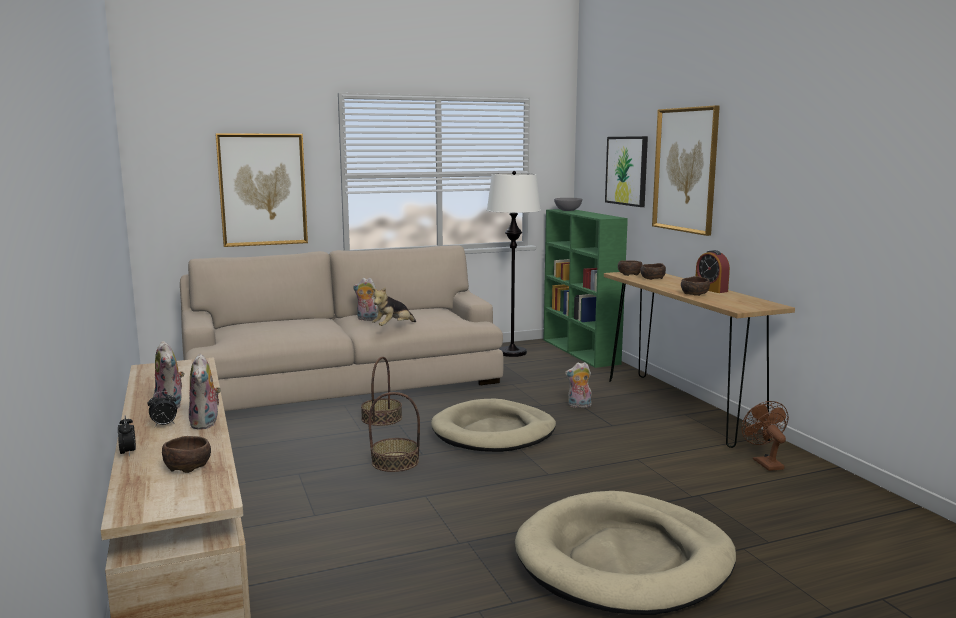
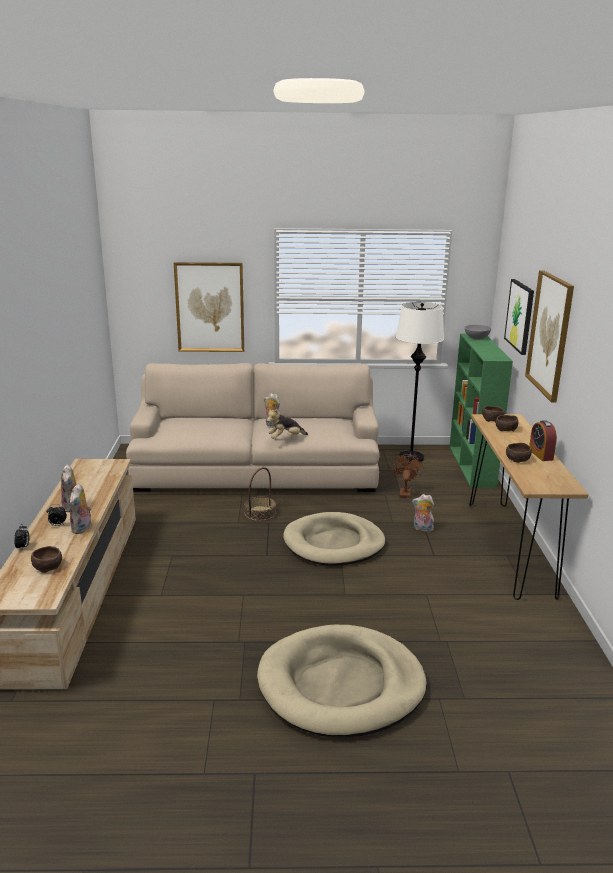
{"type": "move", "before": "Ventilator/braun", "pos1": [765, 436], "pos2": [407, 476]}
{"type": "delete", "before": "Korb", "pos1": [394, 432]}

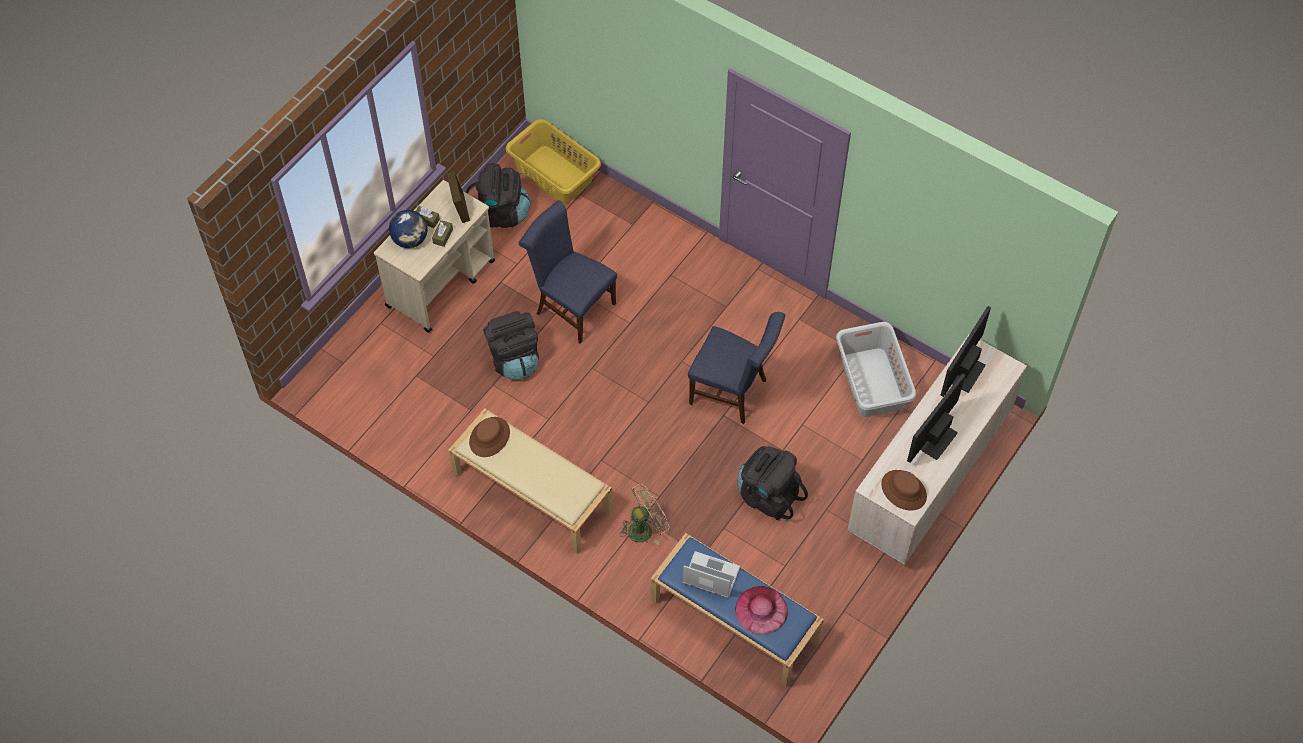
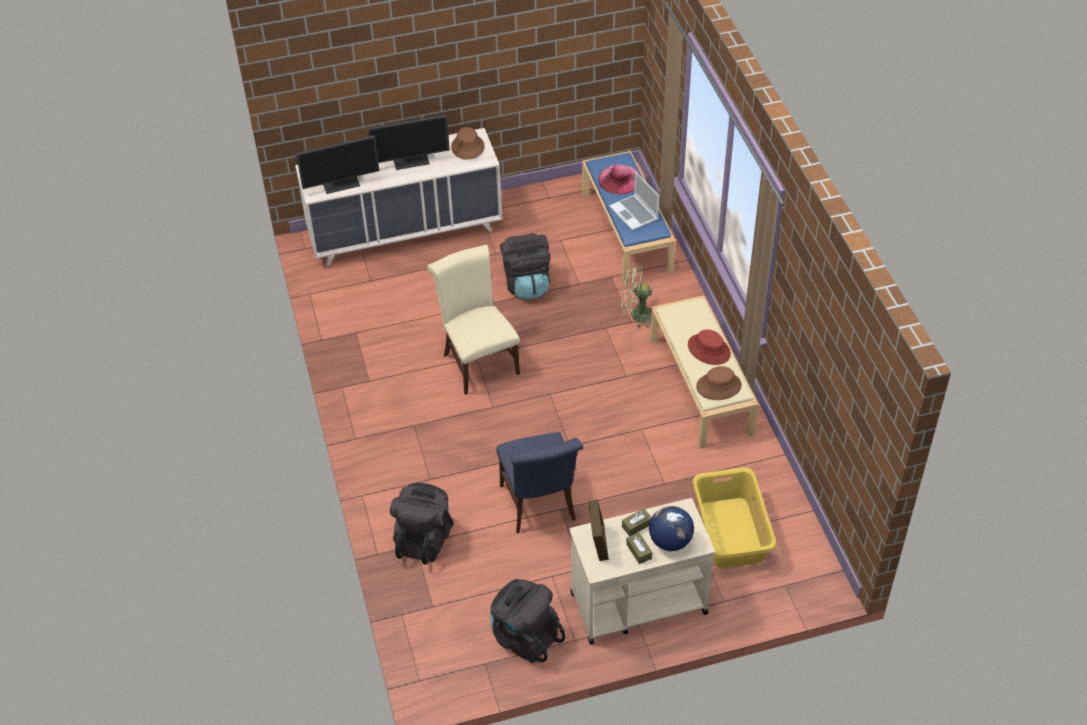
{"type": "move", "before": "Rucksack/schwarz", "pos1": [511, 345], "pos2": [422, 524]}
{"type": "recolor", "before": "Stuhl/blau", "after": "Stuhl/beige", "pos1": [736, 368], "pos2": [473, 320]}
{"type": "rotate", "before": "Bilderrahmen", "pos1": [458, 197], "pos2": [598, 530], "turn": 150}
{"type": "insert", "after": "Hut/rot", "pos2": [709, 347]}
{"type": "move", "before": "Wäschekorb/gelb", "pos1": [553, 161], "pos2": [734, 517]}
{"type": "delete", "before": "Wäschekorb/grau", "pos1": [876, 369]}

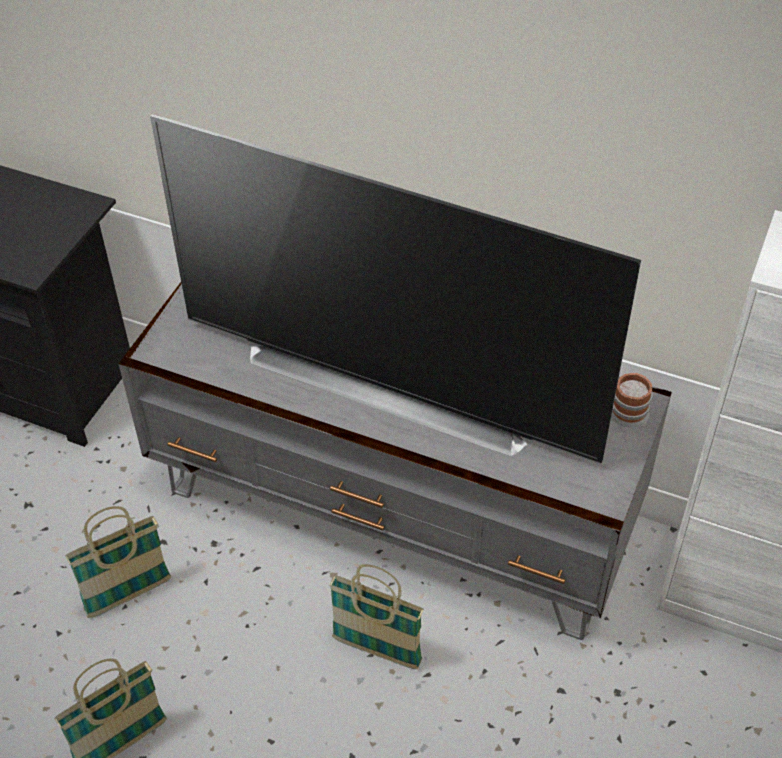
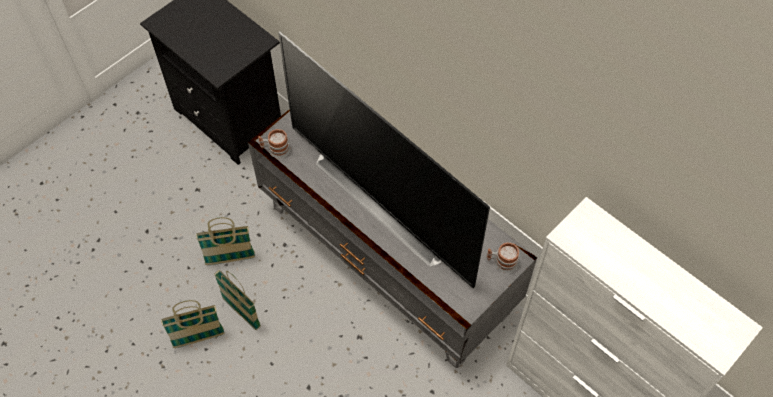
{"type": "move", "before": "Korb", "pos1": [376, 616], "pos2": [237, 300]}
{"type": "insert", "after": "Henkelbecher", "pos2": [274, 143]}

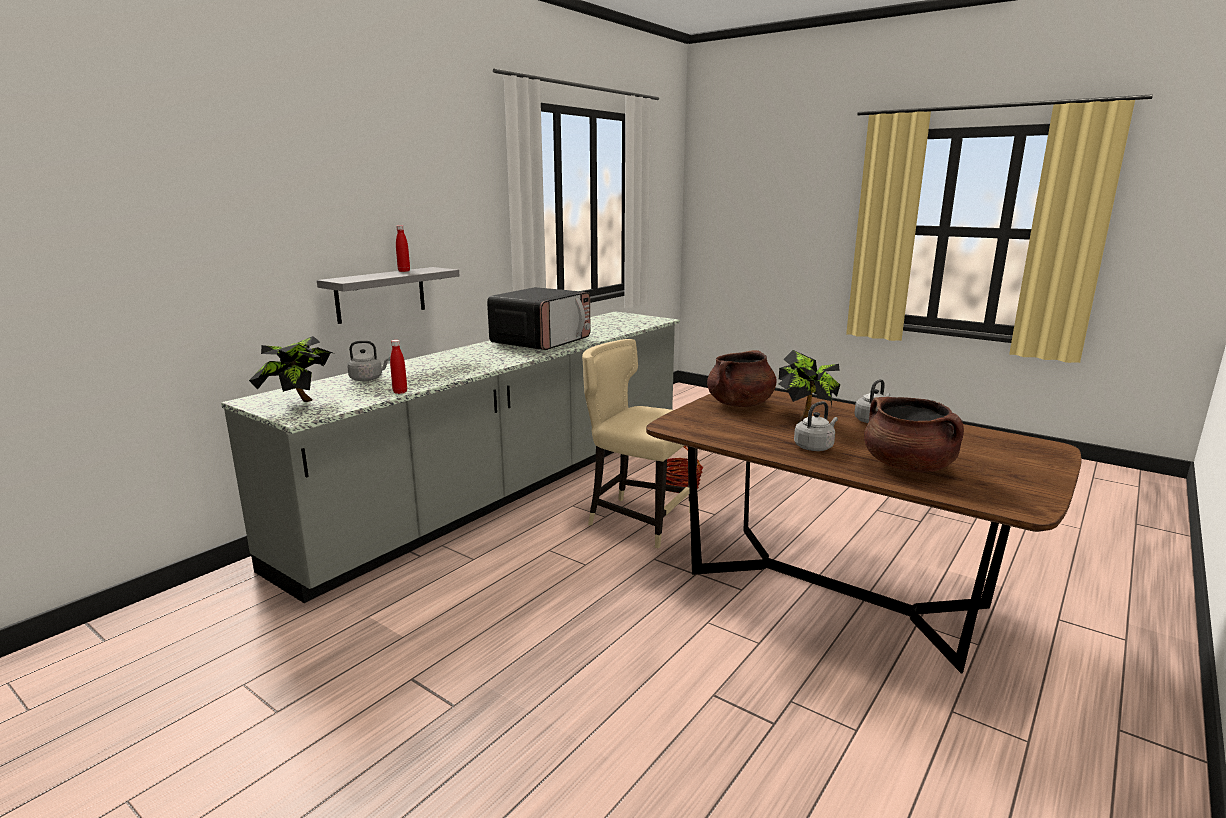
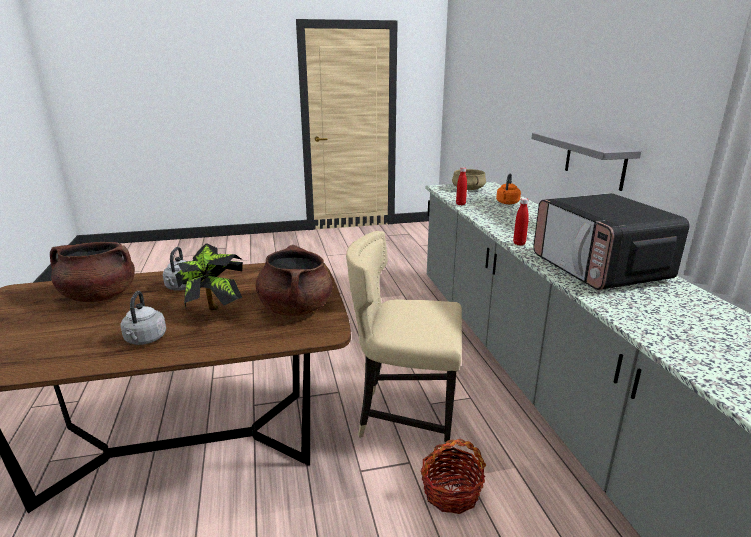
{"type": "rotate", "before": "Stuhl/beige", "pos1": [640, 443], "pos2": [404, 342], "turn": -150}
{"type": "replace", "before": "Topfpflanze", "after": "Kochtopf/beige", "pos1": [291, 369], "pos2": [469, 179]}
{"type": "recolor", "before": "Wasserkessel/grau", "after": "Wasserkessel/orange", "pos1": [368, 361], "pos2": [508, 188]}
{"type": "move", "before": "Flasche/rot", "pos1": [403, 248], "pos2": [521, 221]}

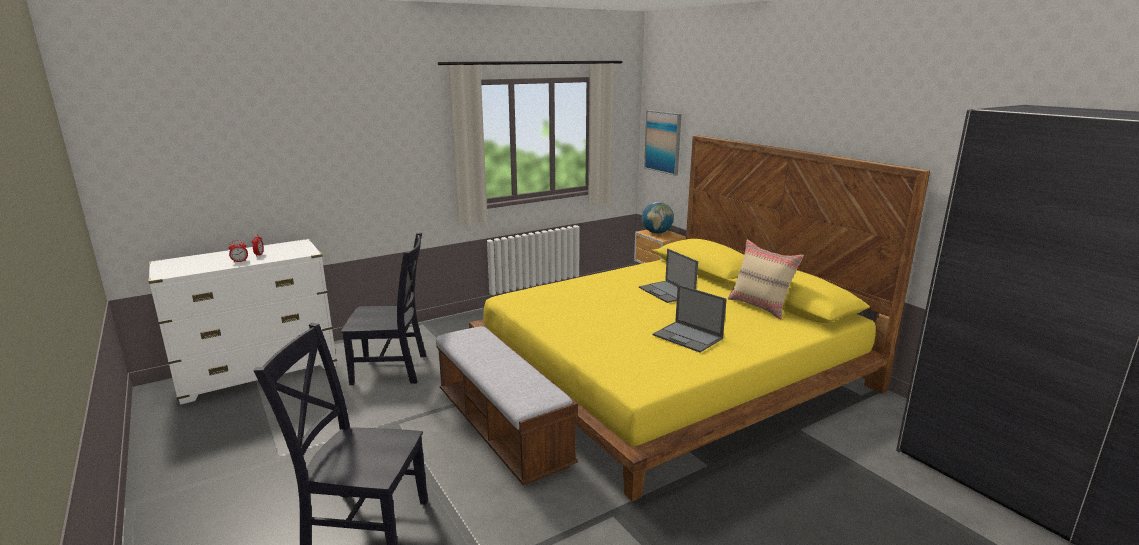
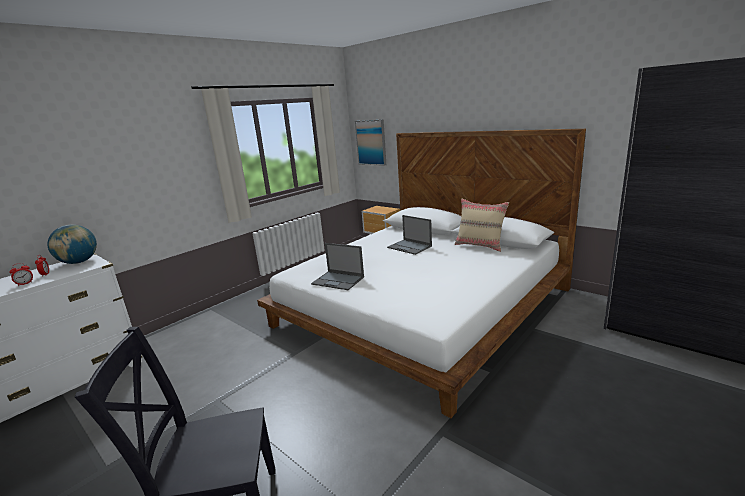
{"type": "move", "before": "Globus", "pos1": [658, 218], "pos2": [72, 244]}
{"type": "recolor", "before": "Bett/gelb", "after": "Bett/weiß", "pos1": [699, 318], "pos2": [421, 273]}
{"type": "move", "before": "Laptop", "pos1": [690, 318], "pos2": [337, 266]}
{"type": "delete", "before": "Stuhl/schwarz", "pos1": [383, 309]}
{"type": "delete", "before": "Bank", "pos1": [507, 406]}

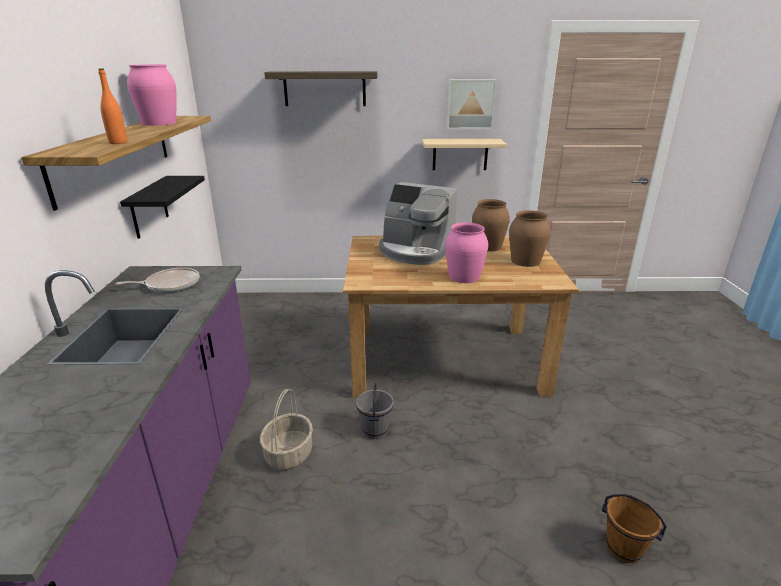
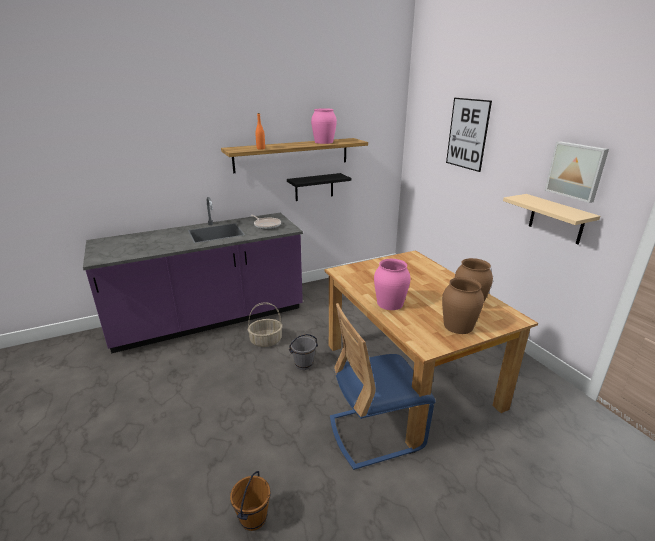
{"type": "insert", "after": "Stuhl/blau", "pos2": [383, 386]}
{"type": "replace", "before": "Wandregal", "after": "Bild", "pos1": [321, 88], "pos2": [469, 135]}
{"type": "delete", "before": "Kaffeemaschine", "pos1": [418, 223]}

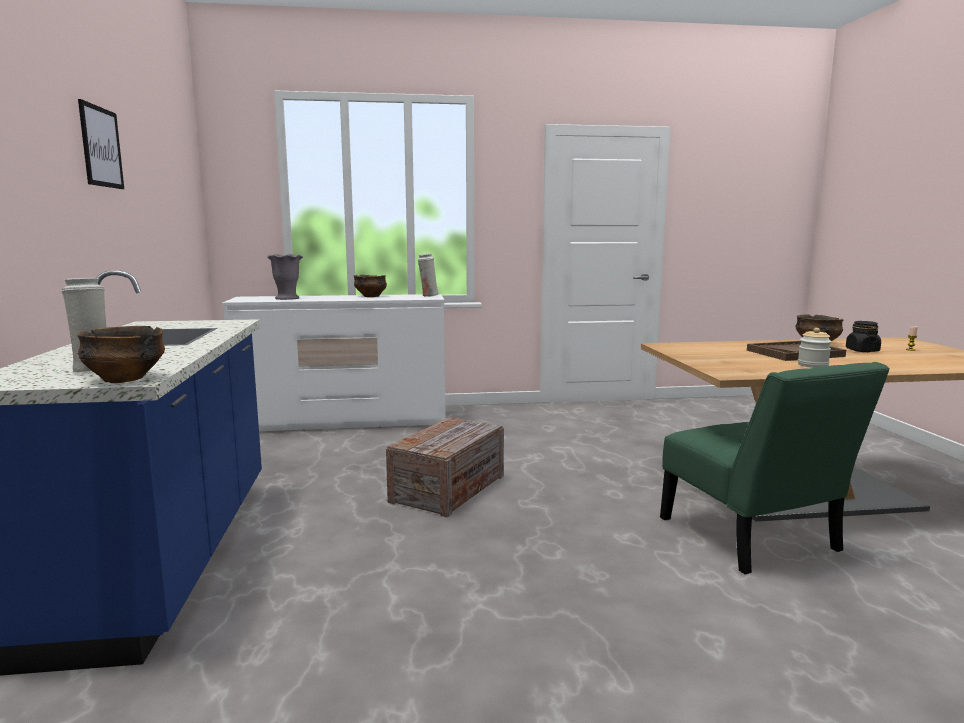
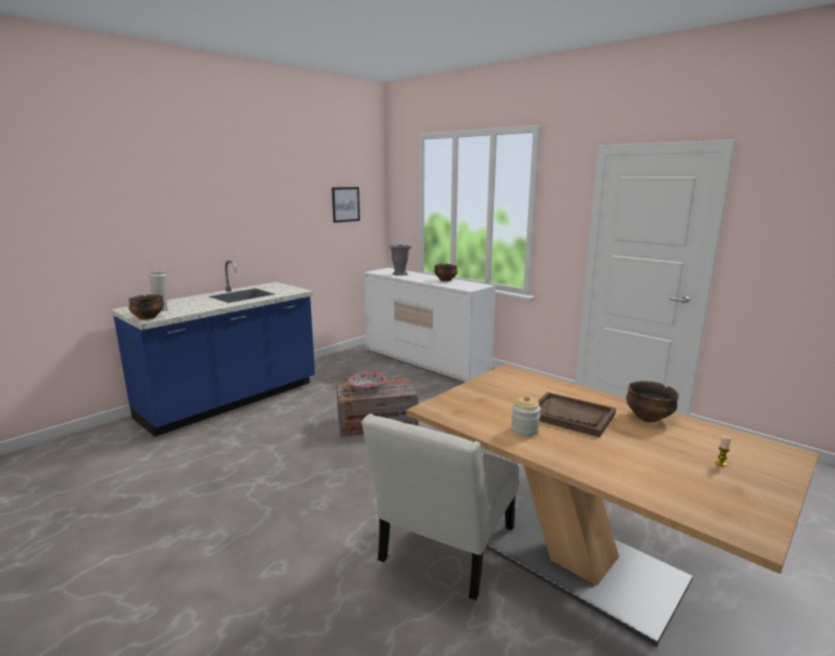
{"type": "move", "before": "Bild", "pos1": [101, 144], "pos2": [346, 205]}
{"type": "insert", "after": "Schüssel", "pos2": [367, 381]}
{"type": "recolor", "before": "Stuhl/grün", "after": "Stuhl/weiß", "pos1": [775, 468], "pos2": [440, 507]}
{"type": "delete", "before": "Vase/weiß", "pos1": [428, 275]}
{"type": "delete", "before": "Vorratsglas/schwarz", "pos1": [863, 336]}

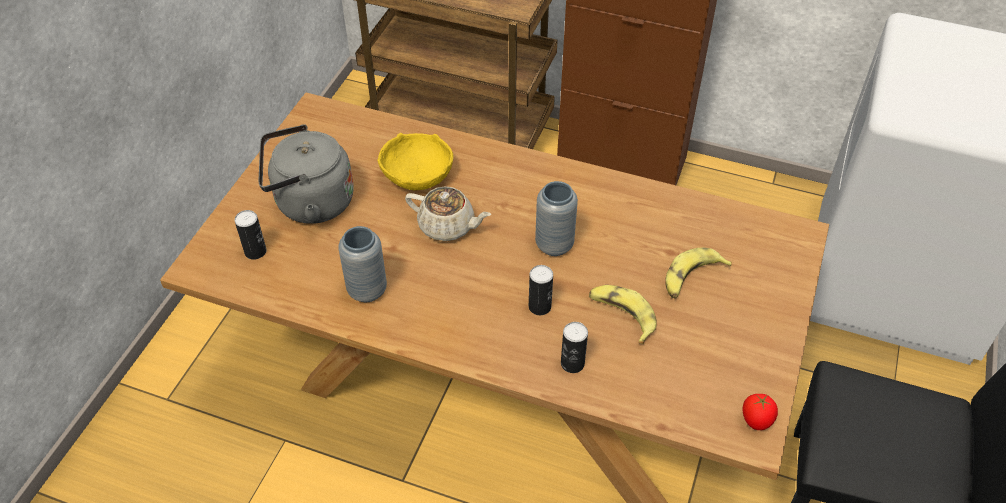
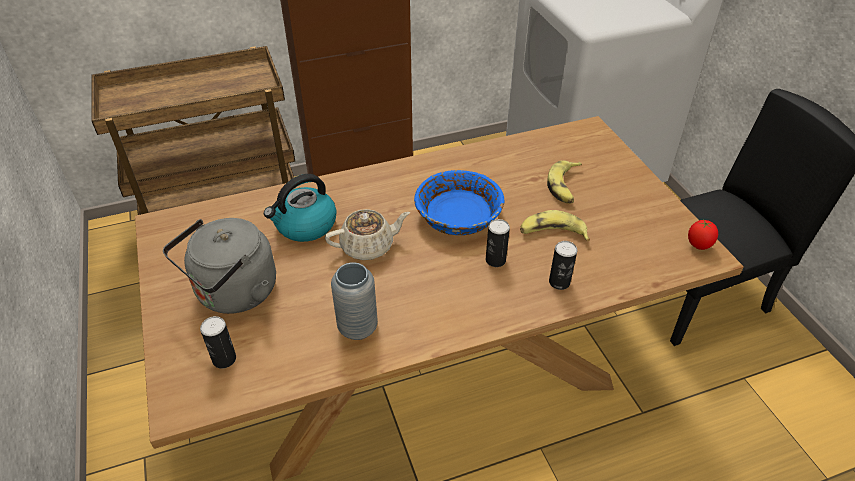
{"type": "replace", "before": "Schüssel/gelb", "after": "Wasserkessel", "pos1": [415, 161], "pos2": [300, 208]}
{"type": "replace", "before": "Vase/grau", "after": "Schüssel/blau", "pos1": [556, 218], "pos2": [459, 202]}

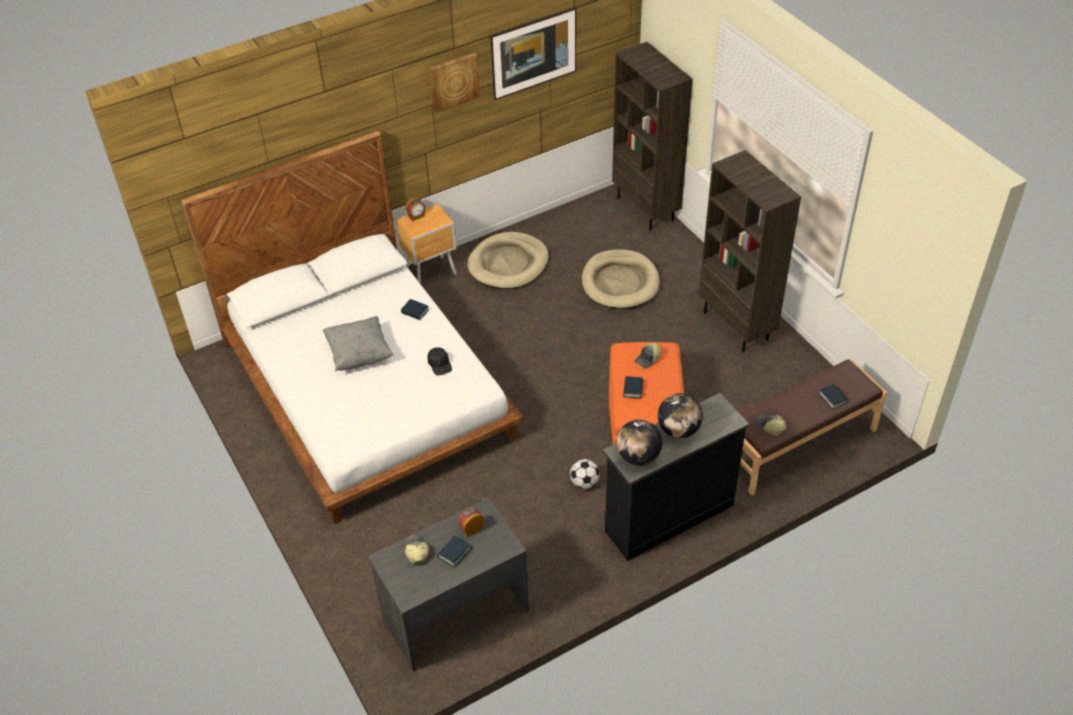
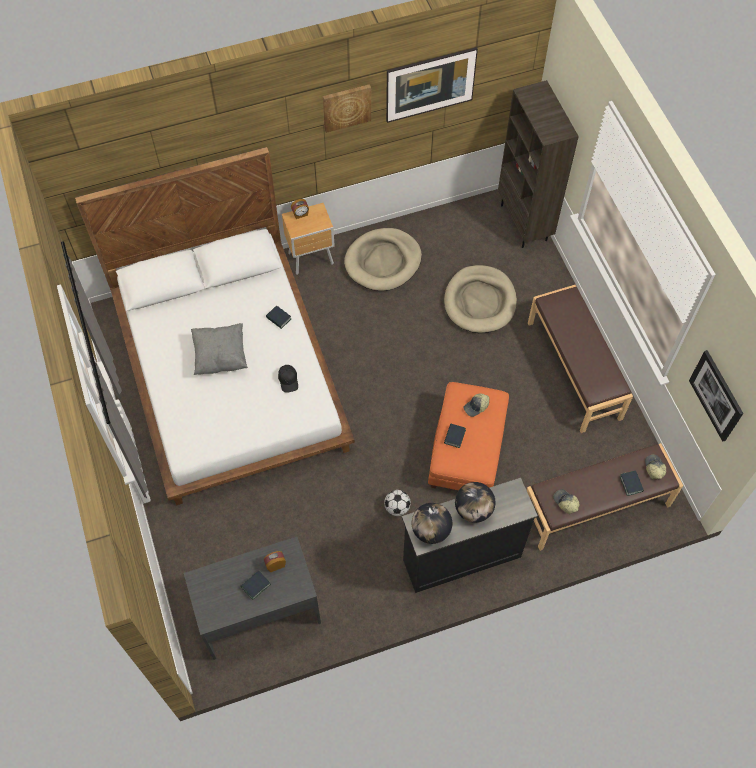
{"type": "replace", "before": "Bücherregal/braun", "after": "Bank/braun", "pos1": [750, 251], "pos2": [580, 359]}
{"type": "move", "before": "Kappe", "pos1": [416, 549], "pos2": [655, 467]}
{"type": "insert", "after": "Bild", "pos2": [716, 396]}

